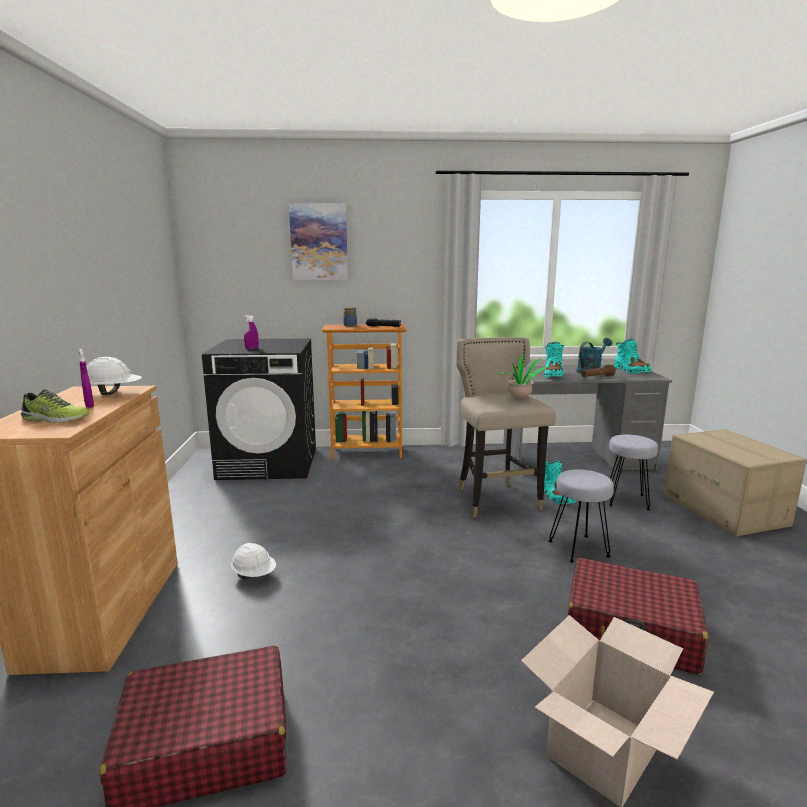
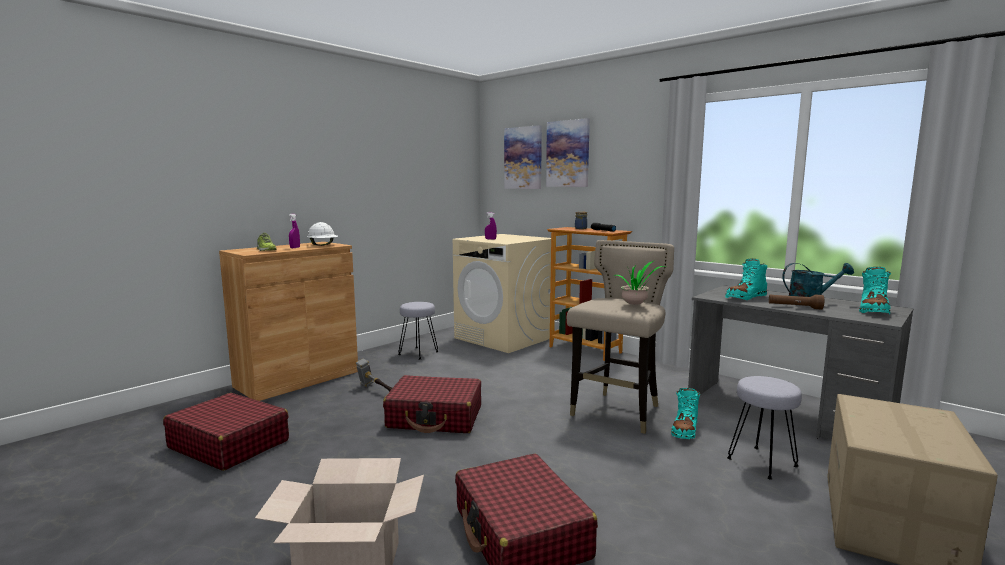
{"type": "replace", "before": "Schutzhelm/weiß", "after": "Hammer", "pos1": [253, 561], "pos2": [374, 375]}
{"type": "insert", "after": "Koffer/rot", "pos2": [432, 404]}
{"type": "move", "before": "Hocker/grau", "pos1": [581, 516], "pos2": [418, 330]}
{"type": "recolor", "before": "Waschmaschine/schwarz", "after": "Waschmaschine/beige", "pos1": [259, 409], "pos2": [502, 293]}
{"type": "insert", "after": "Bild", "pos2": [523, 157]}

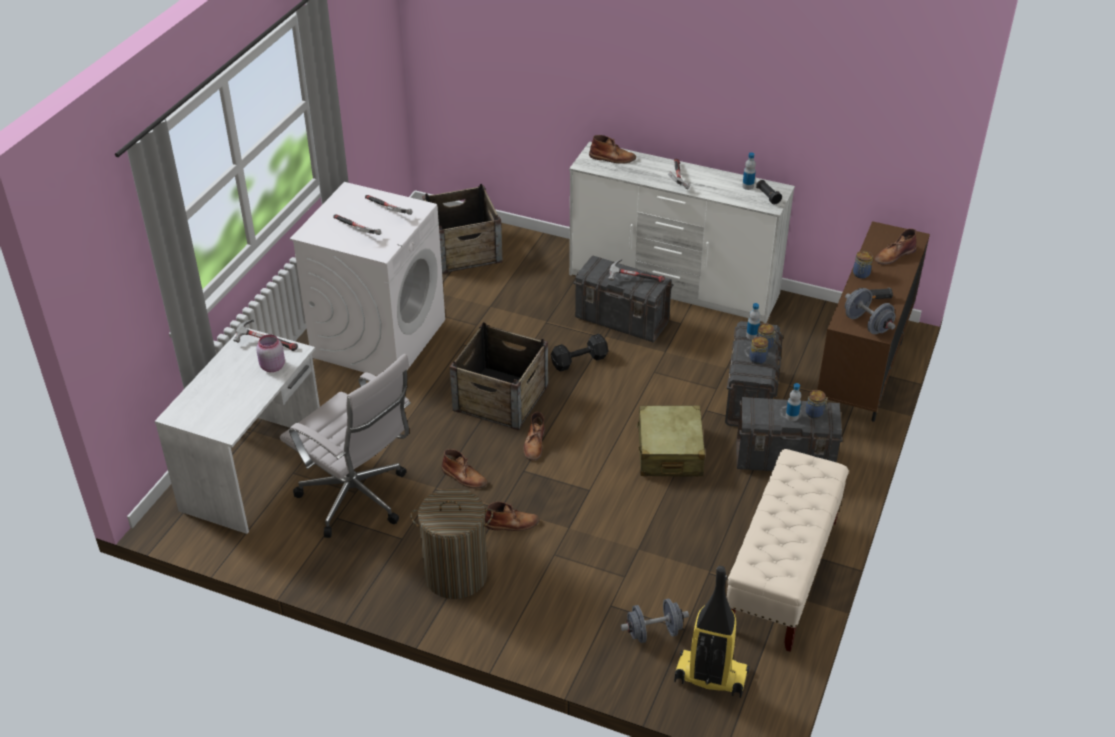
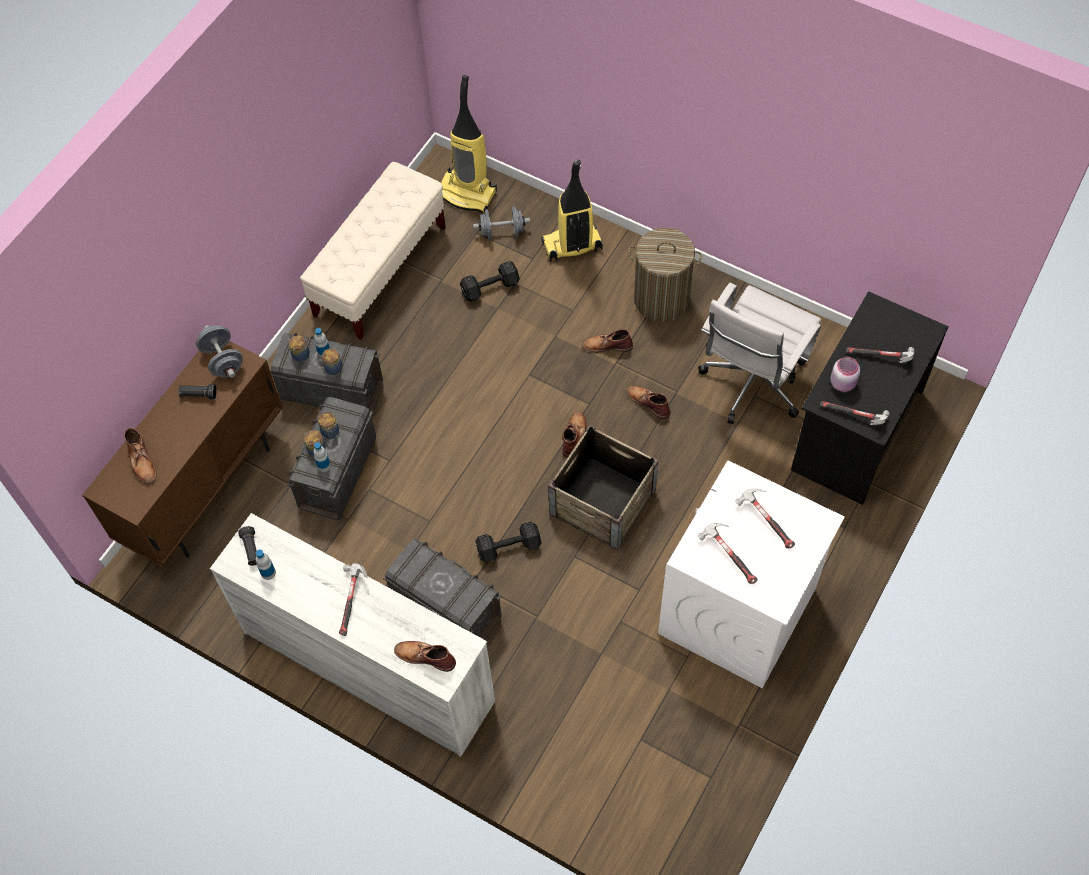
{"type": "rotate", "before": "Stiefel/braun", "pos1": [896, 247], "pos2": [140, 455], "turn": 90}
{"type": "move", "before": "Vorratsglas", "pos1": [863, 265], "pos2": [332, 361]}
{"type": "insert", "after": "Hantel/schwarz", "pos2": [490, 281]}
{"type": "insert", "after": "Staubsauger", "pos2": [571, 211]}
{"type": "rotate", "before": "Bürostuhl/weiß", "pos1": [345, 446], "pos2": [759, 353], "turn": -105}
{"type": "recolor", "before": "Schreibtisch/weiß", "after": "Schreibtisch/schwarz", "pos1": [237, 430], "pos2": [870, 398]}
{"type": "move", "before": "Hammer", "pos1": [636, 271], "pos2": [880, 355]}
{"type": "delete", "before": "Kiste", "pos1": [462, 229]}
{"type": "delete", "before": "Koffer/beige", "pos1": [670, 440]}

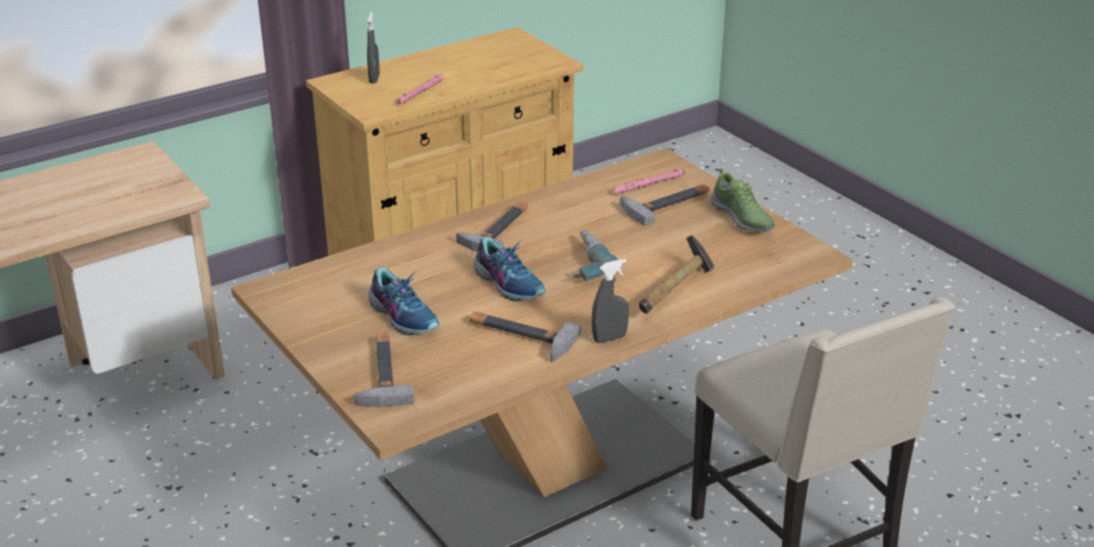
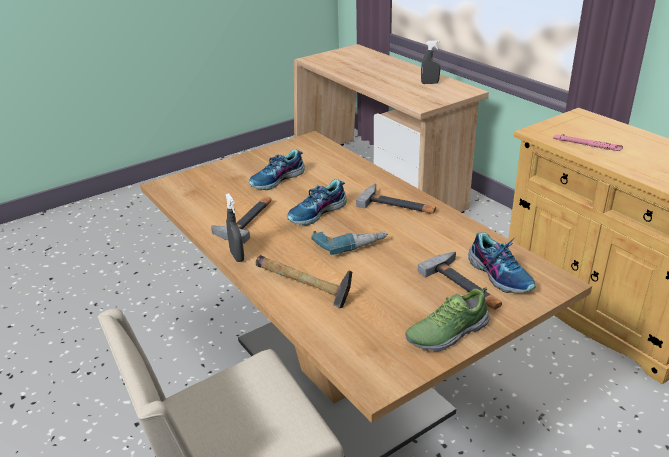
{"type": "move", "before": "Sprühflasche/grau", "pos1": [373, 47], "pos2": [430, 62]}
{"type": "replace", "before": "Taschenlampe/rosa", "after": "Schuh", "pos1": [650, 182], "pos2": [502, 262]}
{"type": "delete", "before": "Hammer", "pos1": [383, 369]}

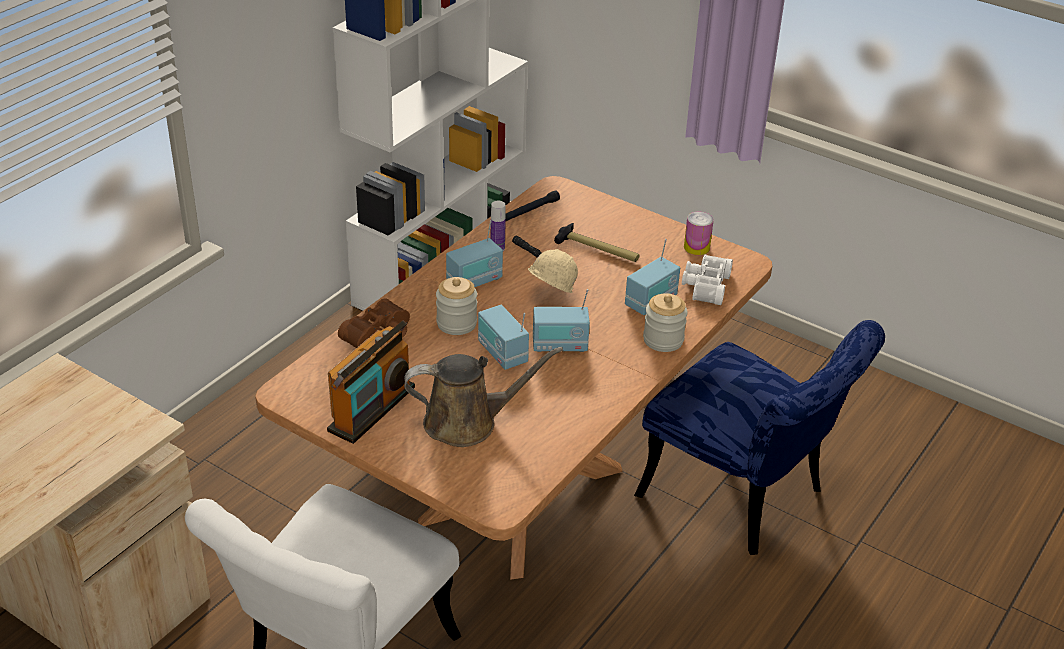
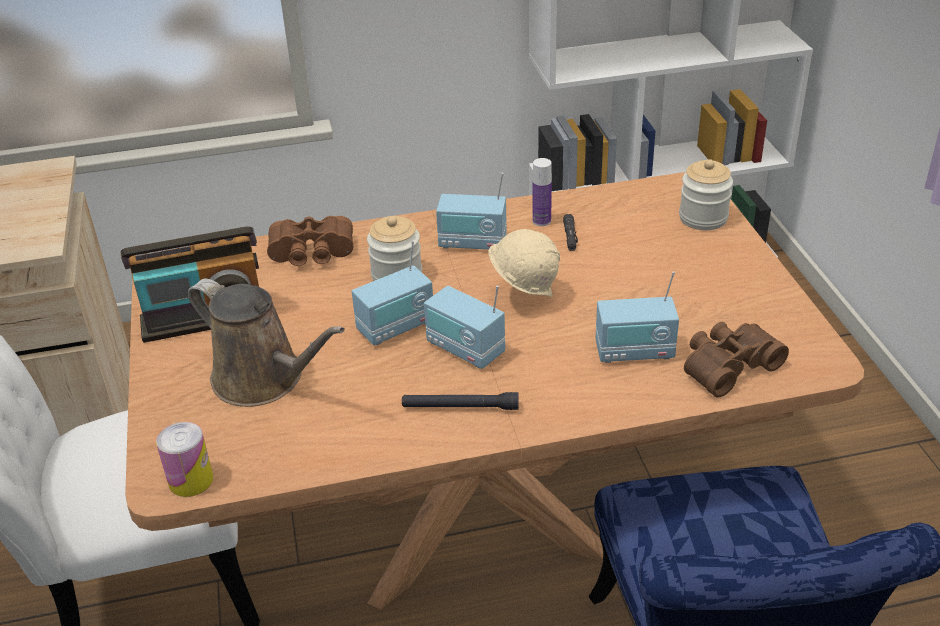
{"type": "move", "before": "Dose", "pos1": [699, 233], "pos2": [185, 459]}
{"type": "rotate", "before": "Radio", "pos1": [503, 337], "pos2": [392, 293], "turn": -135}
{"type": "move", "before": "Taschenlampe/schwarz", "pos1": [533, 205], "pos2": [460, 401]}
{"type": "move", "before": "Vorratsglas", "pos1": [665, 322], "pos2": [706, 194]}
{"type": "recolor", "before": "Fernglas/weiß", "after": "Fernglas/braun", "pos1": [707, 280], "pos2": [736, 359]}
{"type": "delete", "before": "Hammer", "pos1": [597, 242]}

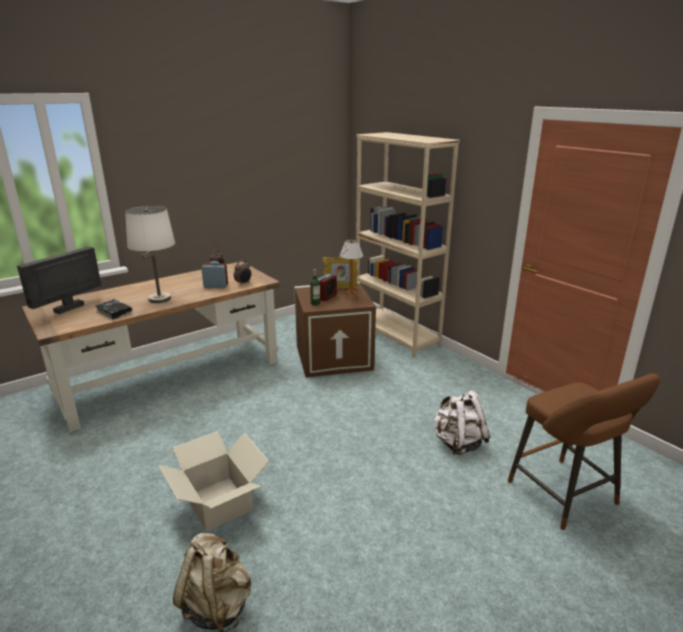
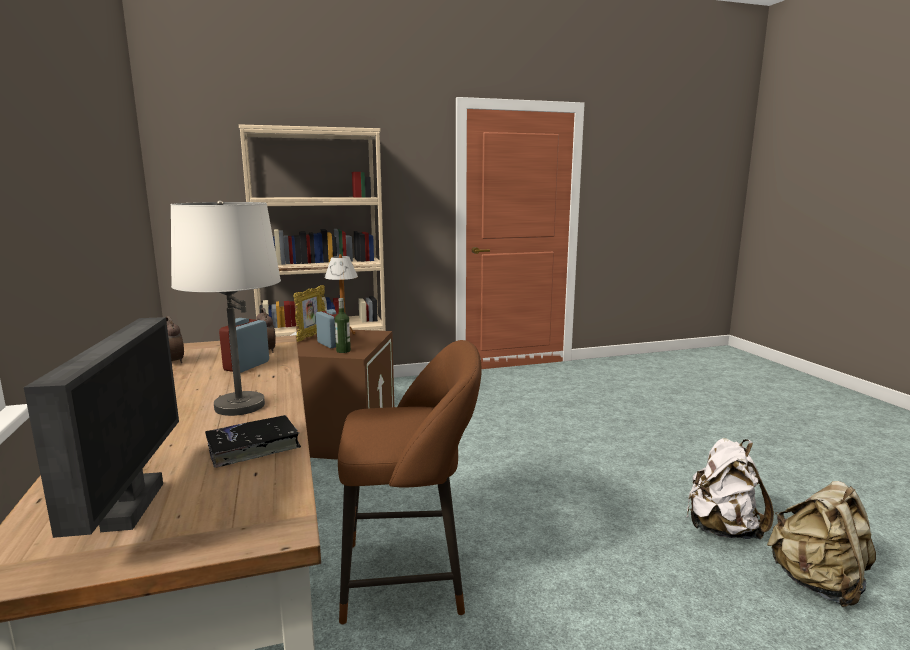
{"type": "rotate", "before": "Monitor", "pos1": [59, 280], "pos2": [101, 427], "turn": -150}
{"type": "move", "before": "Hocker/braun", "pos1": [584, 451], "pos2": [410, 482]}
{"type": "move", "before": "Rucksack/weiß", "pos1": [461, 422], "pos2": [730, 489]}
{"type": "delete", "before": "Karton", "pos1": [214, 481]}

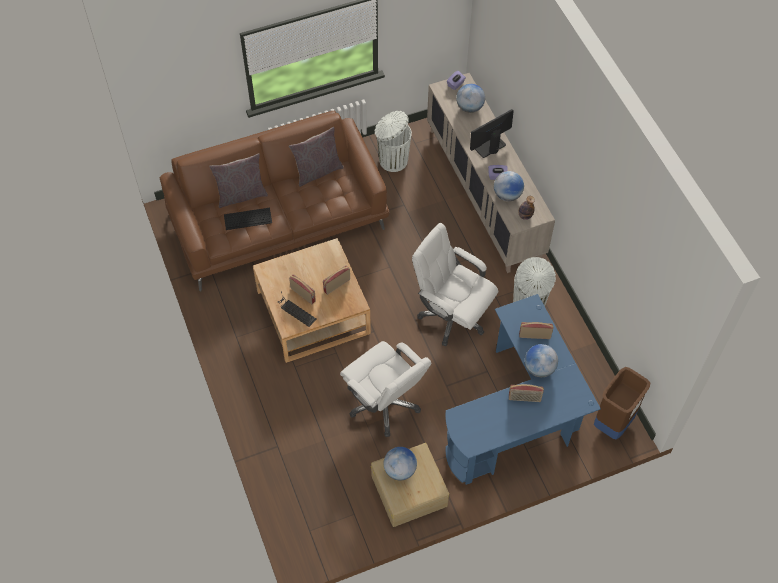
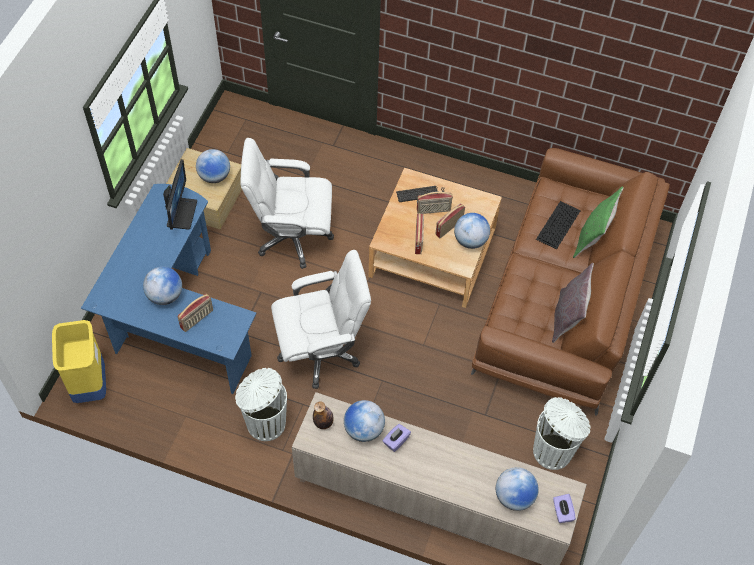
{"type": "recolor", "before": "Mülleimer/braun", "after": "Mülleimer/gelb", "pos1": [622, 403], "pos2": [79, 361]}
{"type": "move", "before": "Monitor", "pos1": [492, 133], "pos2": [180, 194]}
{"type": "move", "before": "Radio", "pos1": [526, 393], "pos2": [450, 221]}
{"type": "insert", "after": "Globus", "pos2": [472, 231]}
{"type": "recolor", "before": "Kissen/grau", "after": "Kissen/grün", "pos1": [238, 180], "pos2": [598, 222]}

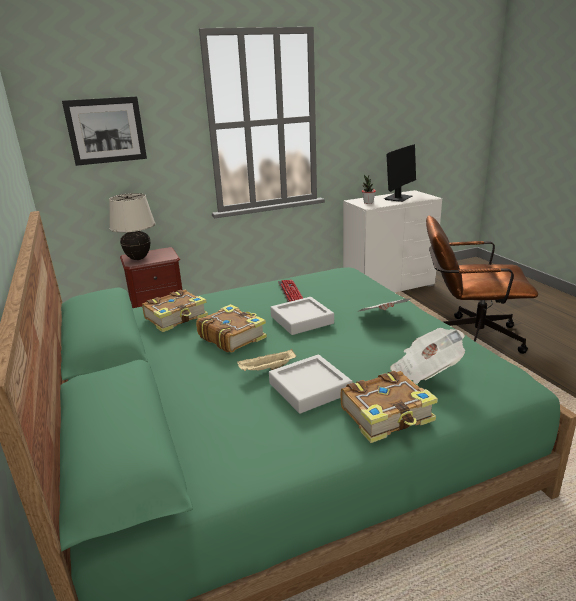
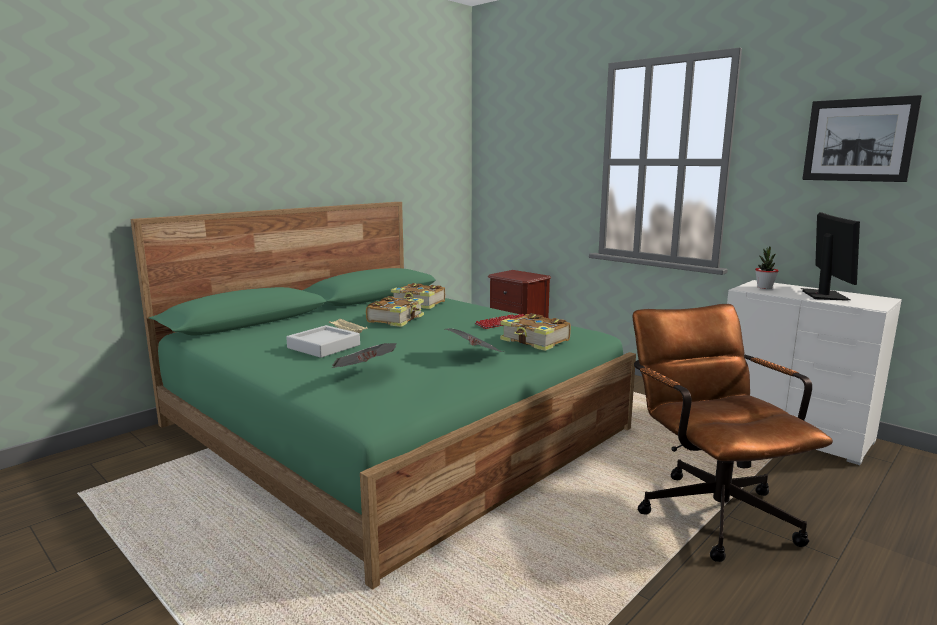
{"type": "move", "before": "Buch", "pos1": [389, 407], "pos2": [535, 332]}
{"type": "rotate", "before": "Monitor", "pos1": [400, 173], "pos2": [830, 256], "turn": -90}
{"type": "move", "before": "Bild", "pos1": [104, 131], "pos2": [862, 138]}
{"type": "delete", "before": "Tischlampe/beige", "pos1": [132, 226]}
{"type": "delete", "before": "Tablett/grau", "pos1": [302, 316]}

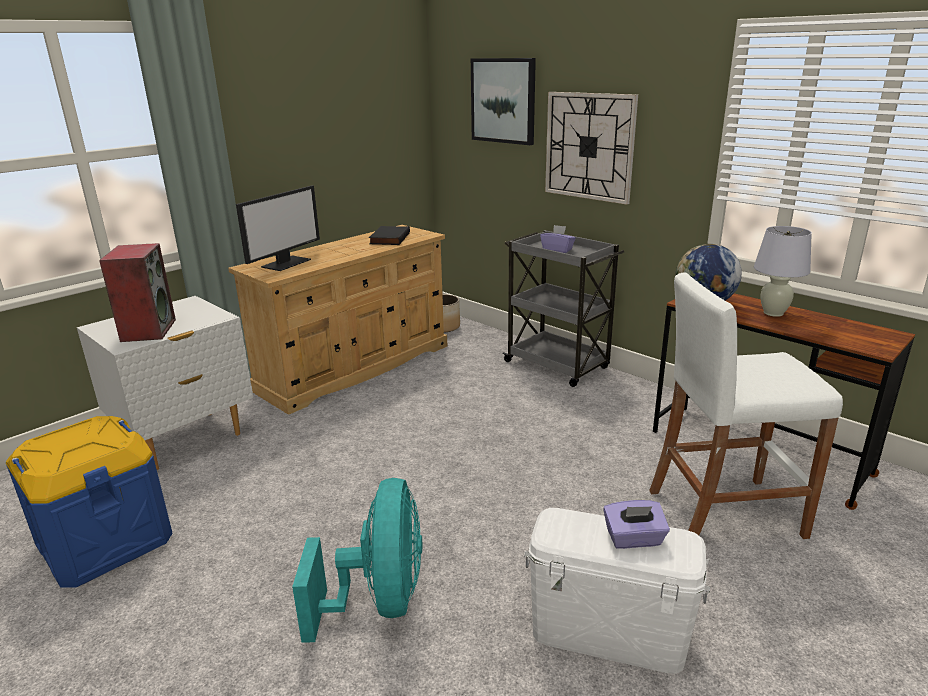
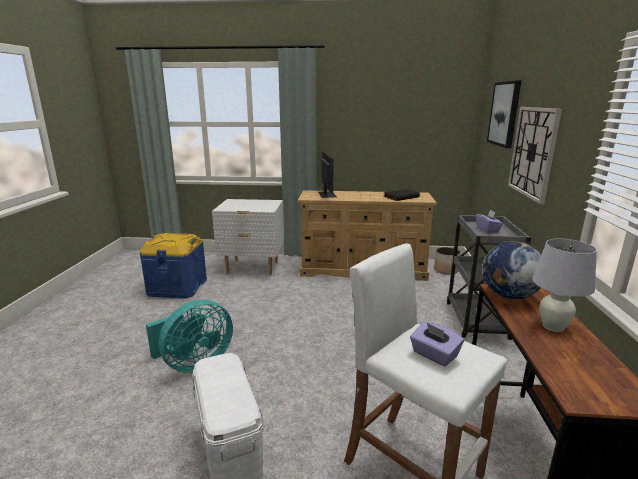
{"type": "rotate", "before": "Monitor", "pos1": [278, 228], "pos2": [327, 174], "turn": -90}
{"type": "move", "before": "Taschentuchbox/lila", "pos1": [636, 524], "pos2": [437, 344]}
{"type": "delete", "before": "Lautsprecher", "pos1": [137, 292]}

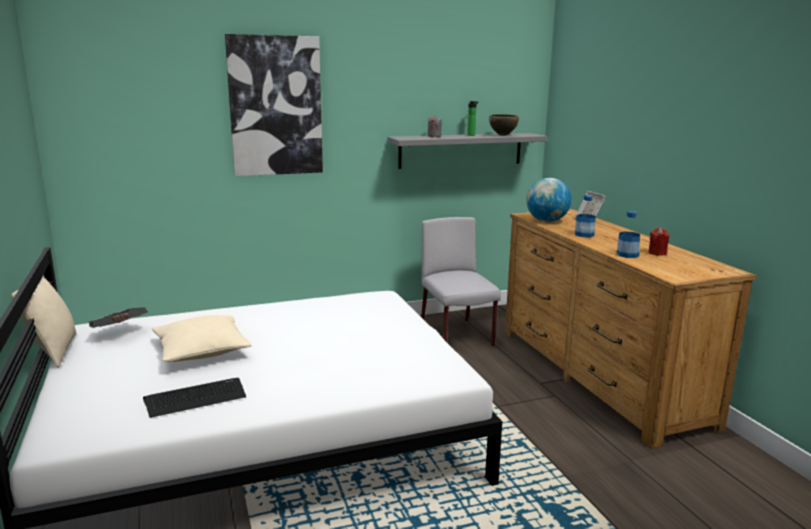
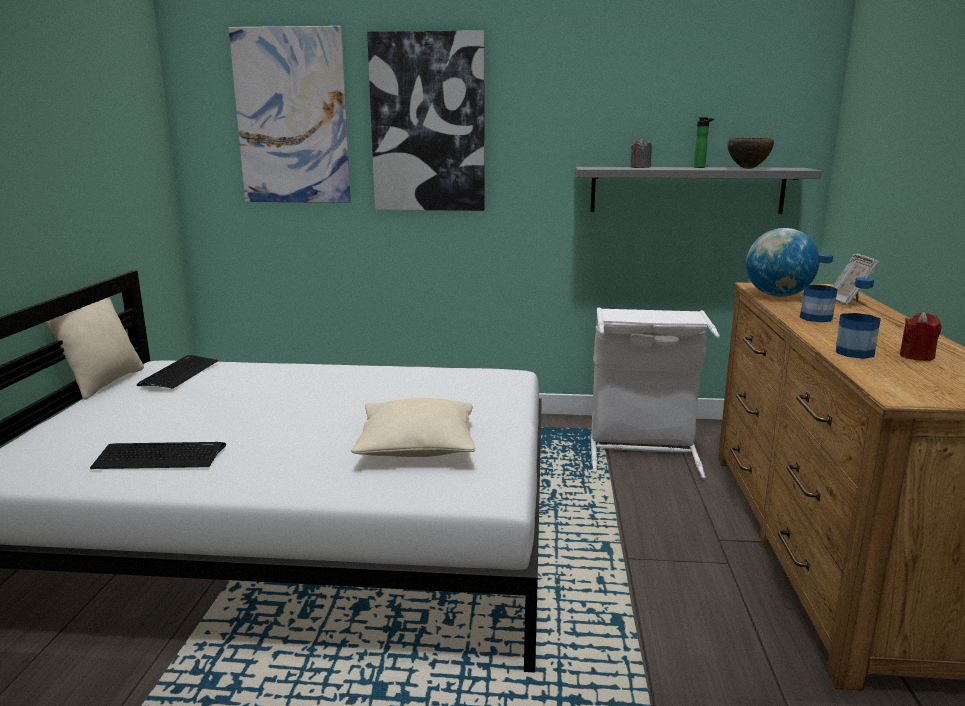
{"type": "replace", "before": "Zeitung", "after": "Tastatur", "pos1": [118, 317], "pos2": [177, 372]}
{"type": "insert", "after": "Bild", "pos2": [290, 114]}
{"type": "move", "before": "Kissen/beige", "pos1": [202, 338], "pos2": [413, 427]}
{"type": "replace", "before": "Stuhl/grau", "after": "Wäschekorb/weiß", "pos1": [461, 282], "pos2": [655, 393]}

